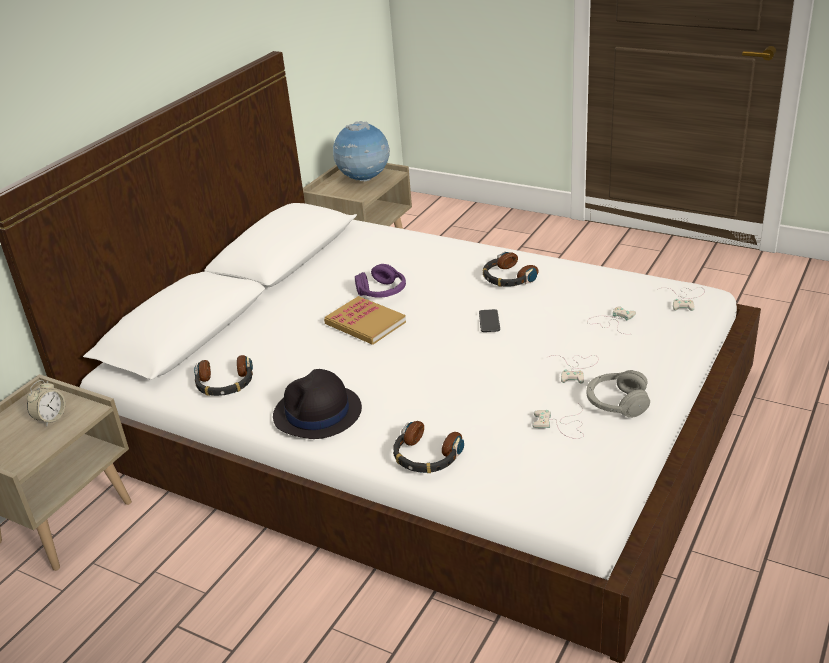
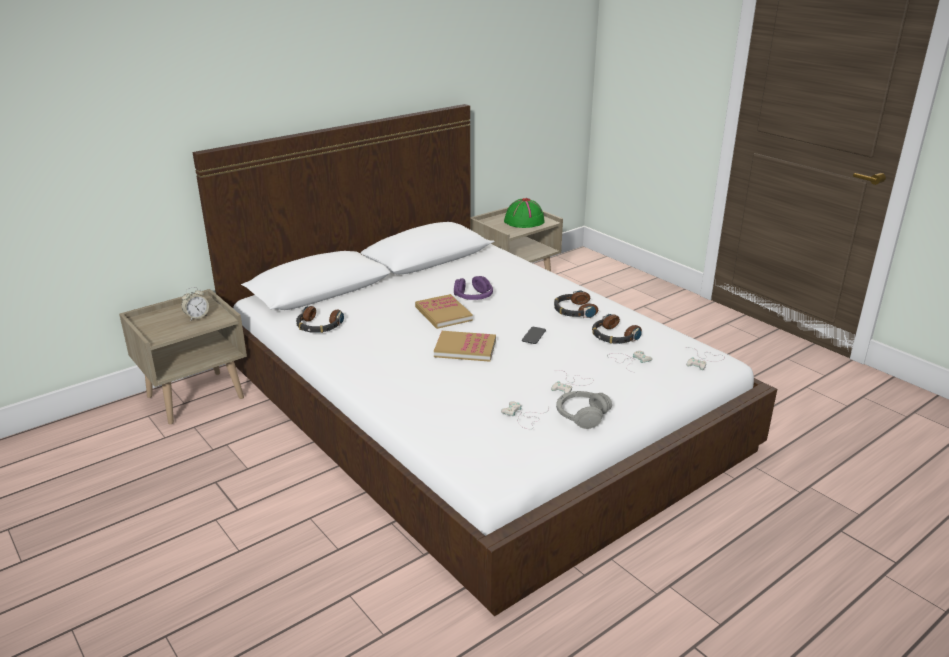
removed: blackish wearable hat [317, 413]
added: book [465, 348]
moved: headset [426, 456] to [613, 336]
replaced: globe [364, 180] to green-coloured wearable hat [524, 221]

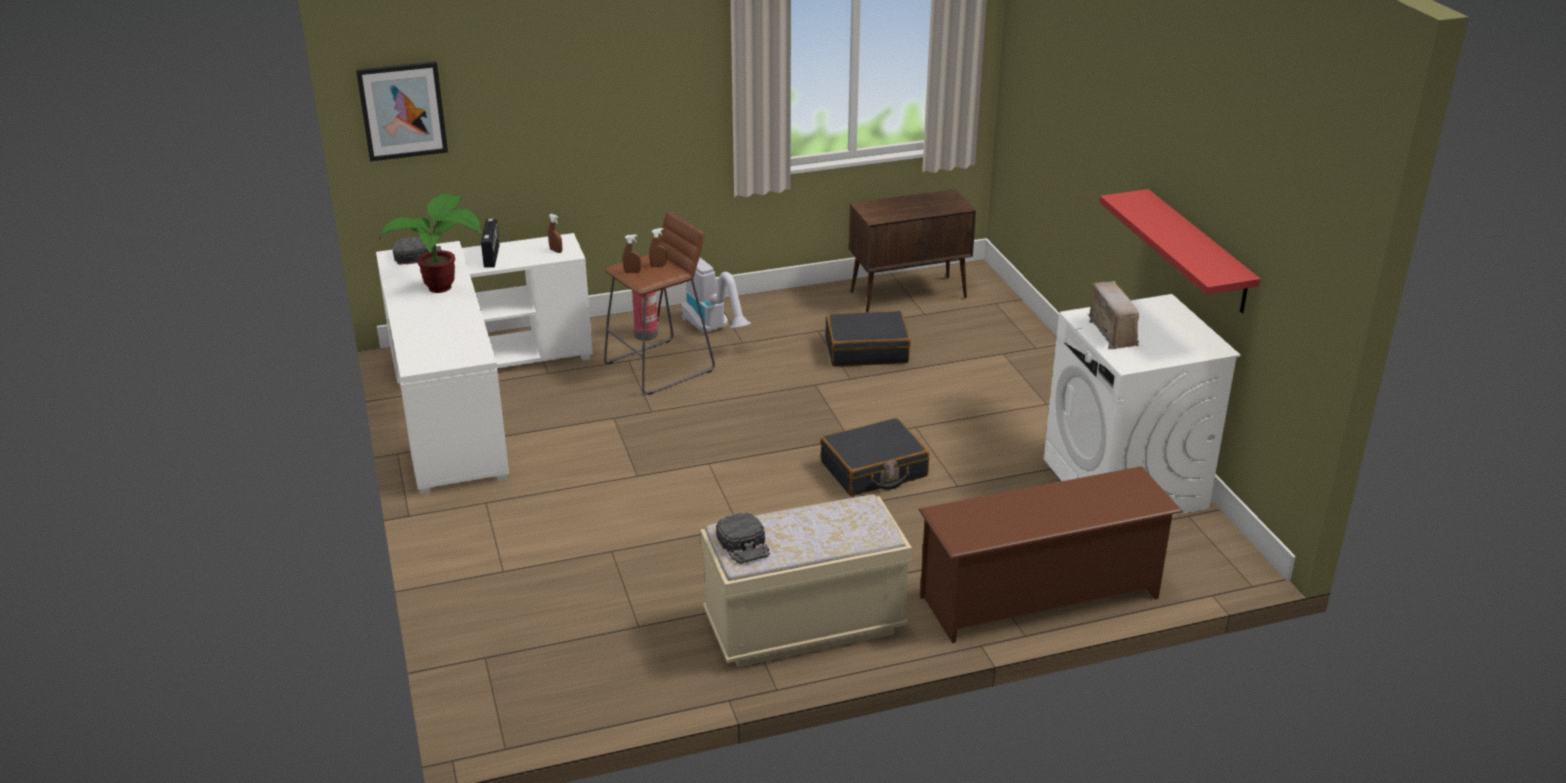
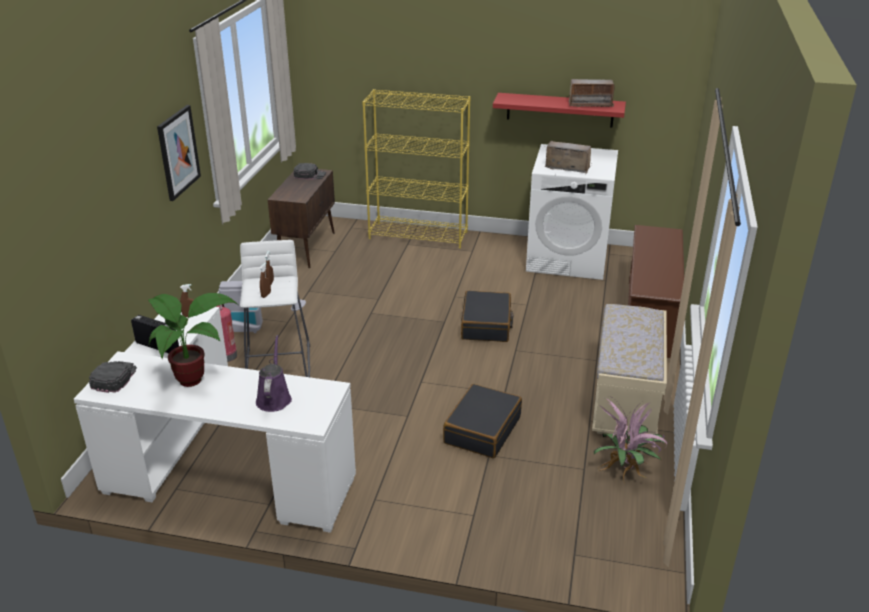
added: purplish sprinkling can [274, 398]; yellow bookcase [419, 235]; radio [590, 104]; potted plant [626, 470]
moved: wall picture [402, 110] to [178, 152]; blackish peaked cap [744, 543] to [310, 175]; blackish piece of luggage [866, 350] to [482, 430]
recoloured: brown-coloured sitting stool [660, 367] to whitish sitting stool [278, 363]

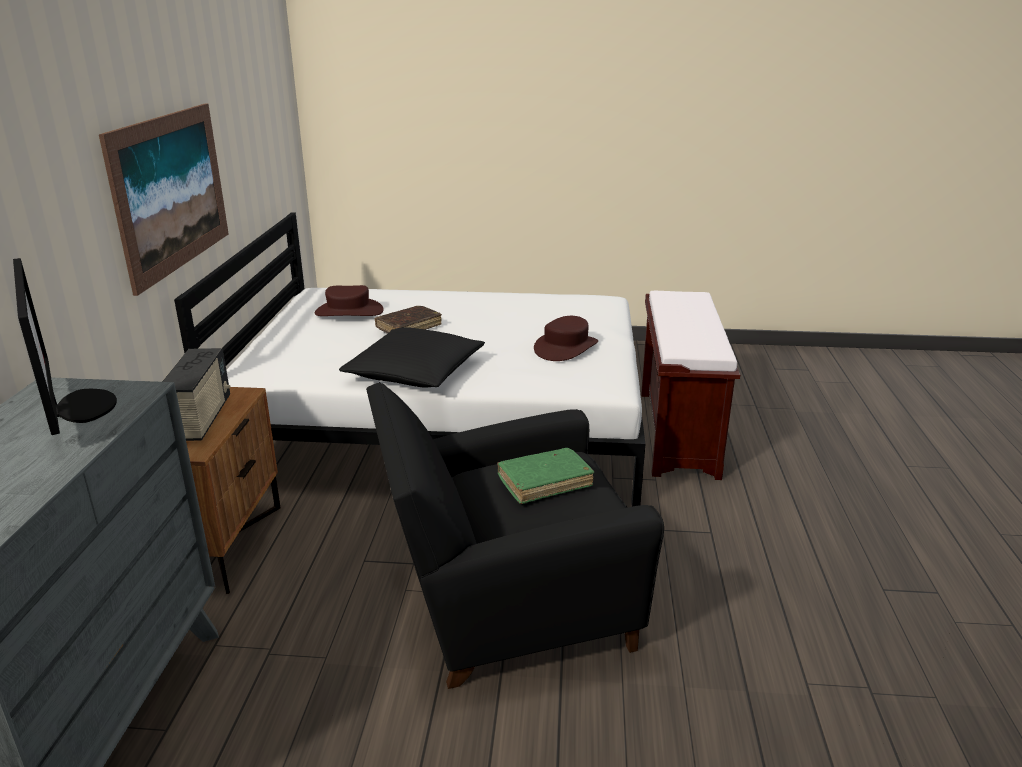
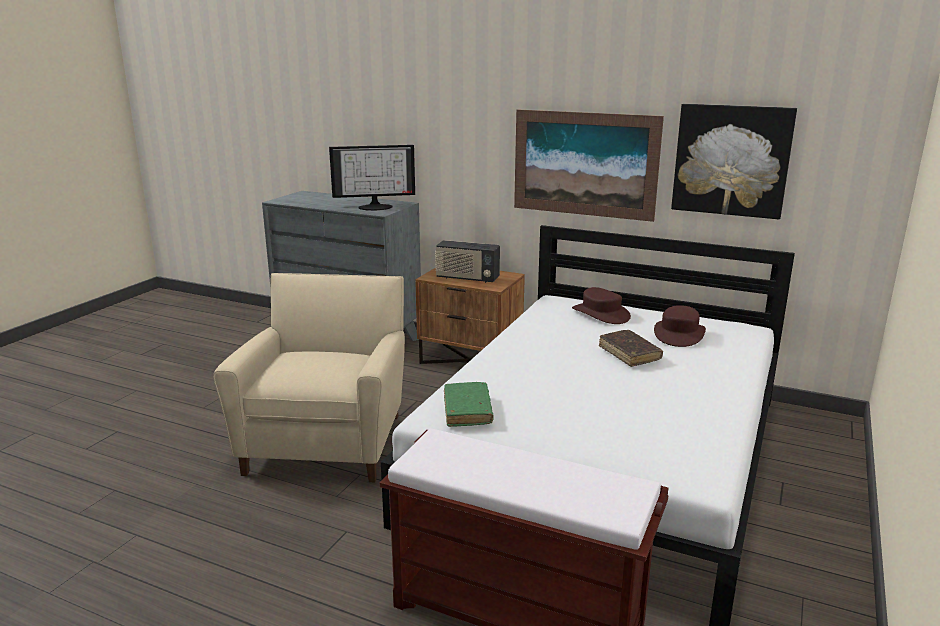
removed: blackish throw pillow [414, 372]
added: wall picture [731, 160]
moved: green-coloured book [545, 482] to [467, 411]; brown-coloured wearable hat [565, 347] to [601, 314]
recoloured: blackish easy chair [505, 607] to beige easy chair [328, 438]

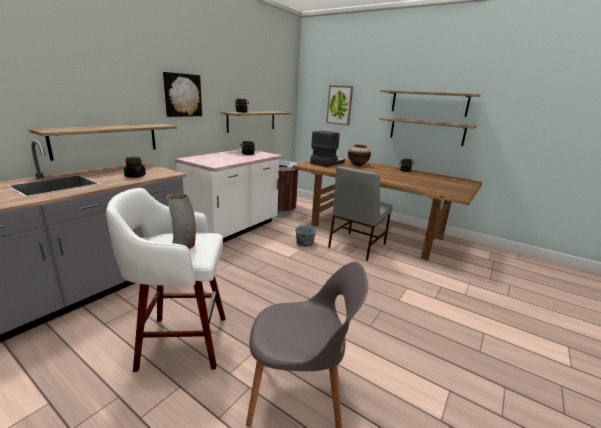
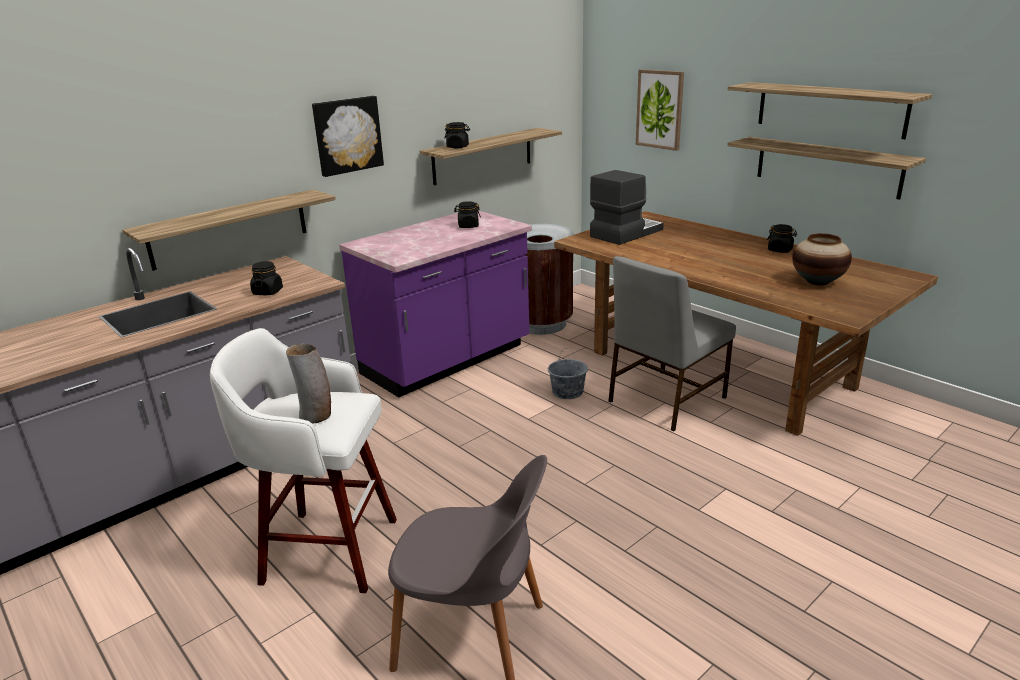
moved: decorative vase [357, 165] to [817, 281]
recoloured: whitish kitchen base unit [233, 229] to purplish kitchen base unit [447, 361]

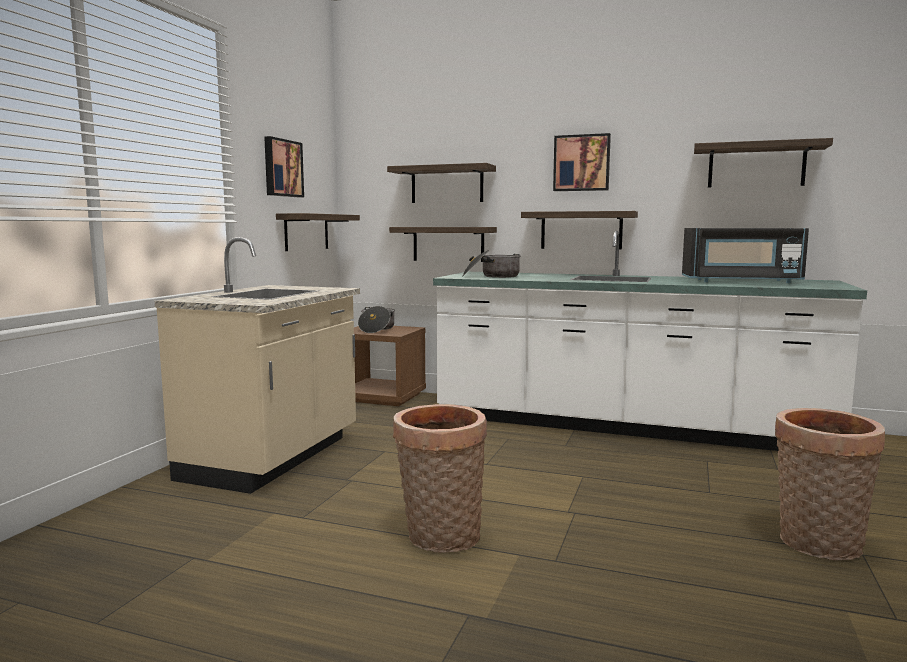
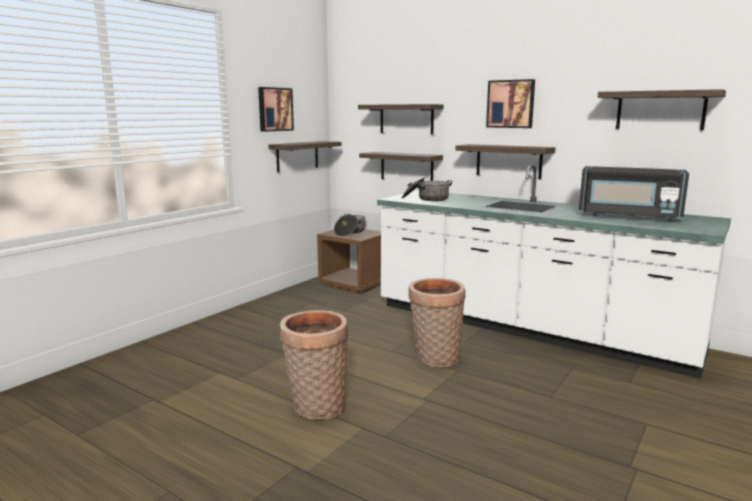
removed: beige kitchen base unit [274, 458]
moved: basket [817, 545] to [434, 359]

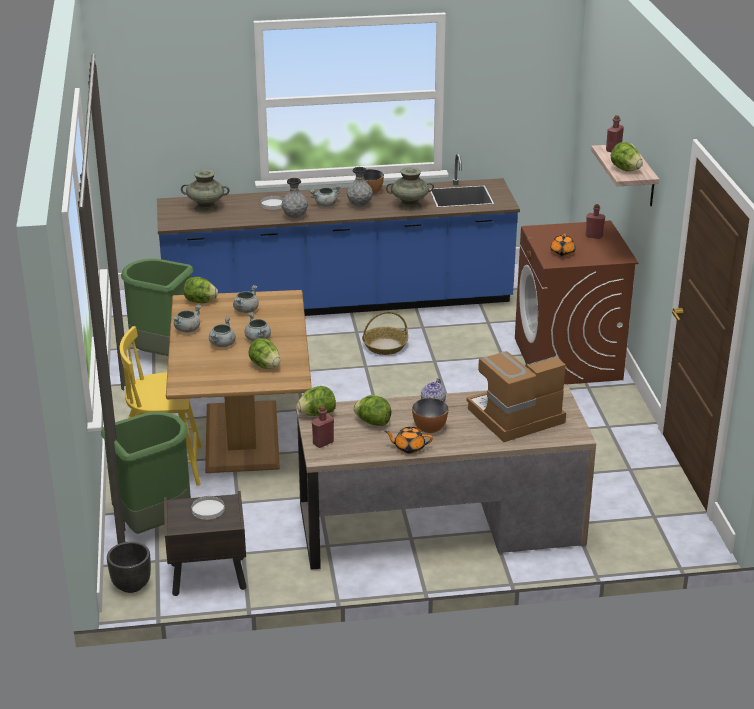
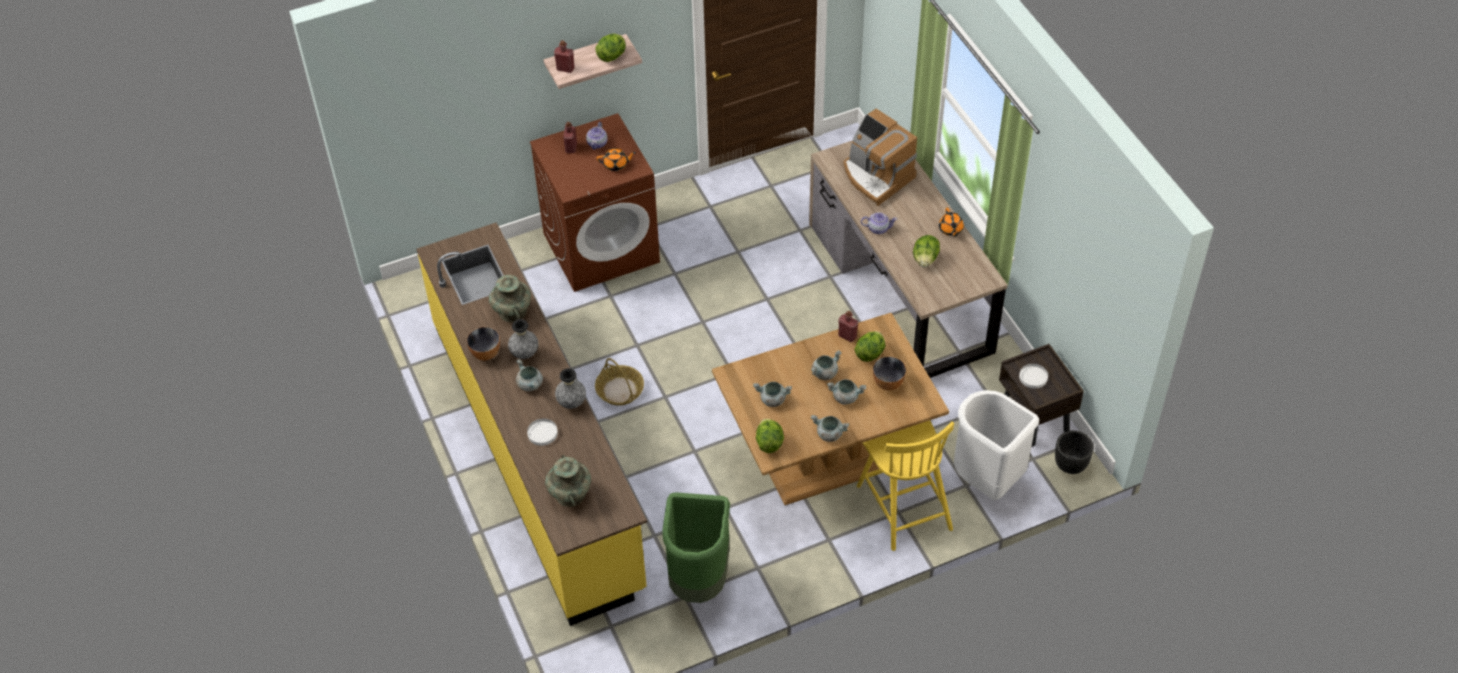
removed: lettuce [317, 414]
added: pot for tea [597, 143]
moved: red-coloured beverage bottle [323, 443] to [847, 336]; deep dish [429, 429] to [888, 383]
recoloured: green-coloured trash can [153, 523] to whitish trash can [986, 480]; bluish kitchen base unit [338, 303] to yellow kitchen base unit [537, 453]

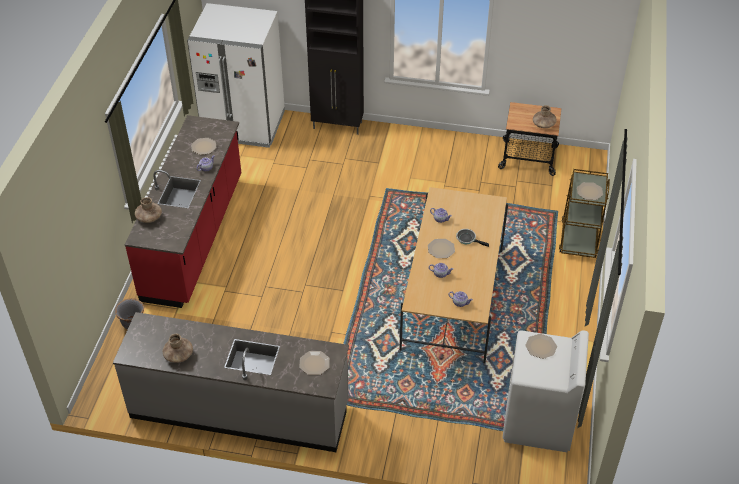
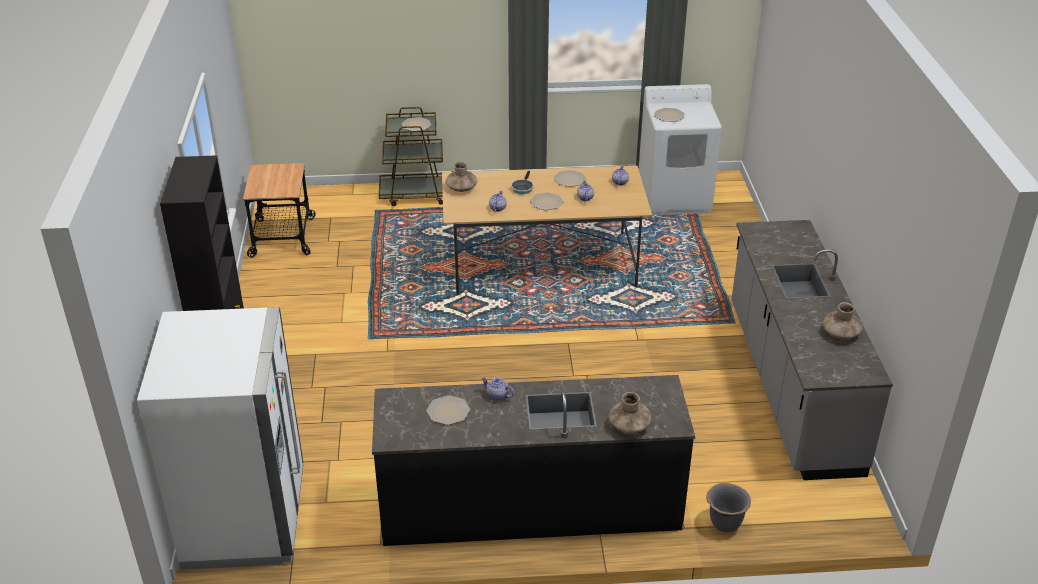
moved: dinner plate [314, 363] to [570, 179]; brown-coloured decorative vase [543, 124] to [461, 188]
recoloured: red-coloured kitchen base unit [194, 237] to blackish kitchen base unit [530, 506]

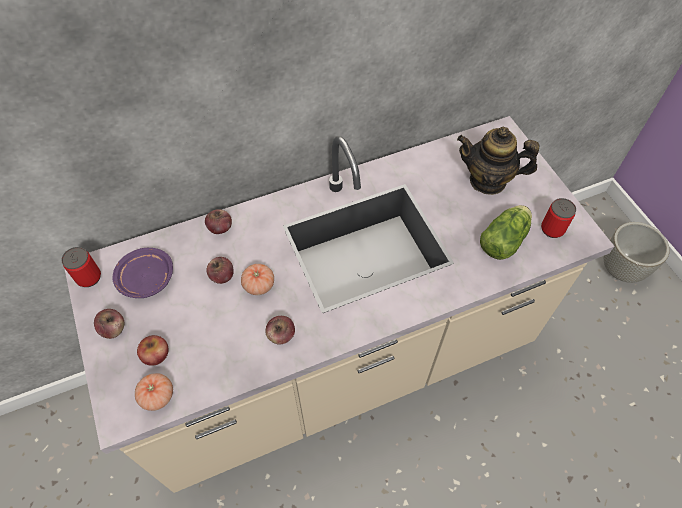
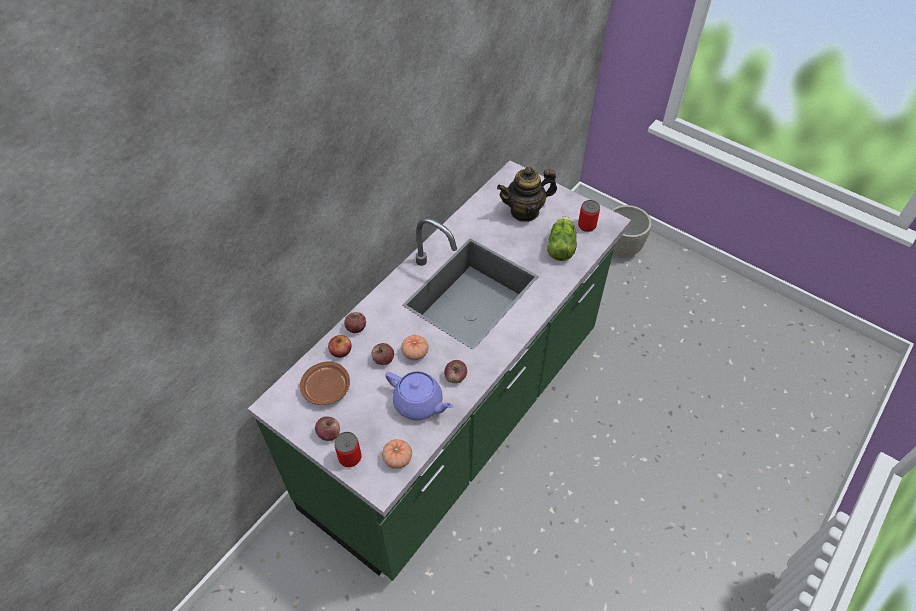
added: purplish pot for tea [419, 403]
moved: sealed can [89, 277] to [350, 457]; apple fruit [155, 354] to [341, 350]
recoloured: beige kitchen base unit [341, 363] to green-coloured kitchen base unit [458, 419]; purplish dinner plate [145, 278] to brown-coloured dinner plate [326, 389]

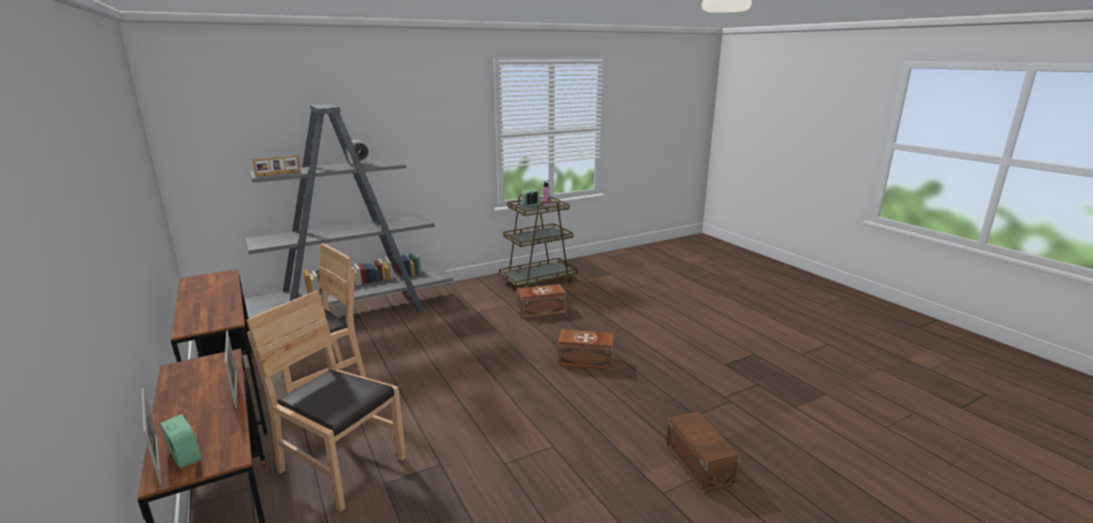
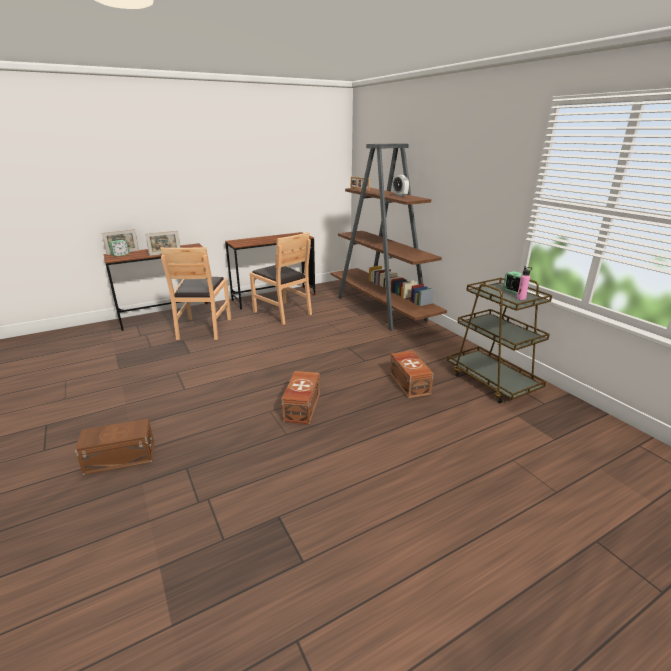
recoloured: gray bookcase [354, 314] to brown-coloured bookcase [381, 309]
turned: brown-coloured chair [341, 466] = [203, 328] 150 degrees clockwise

